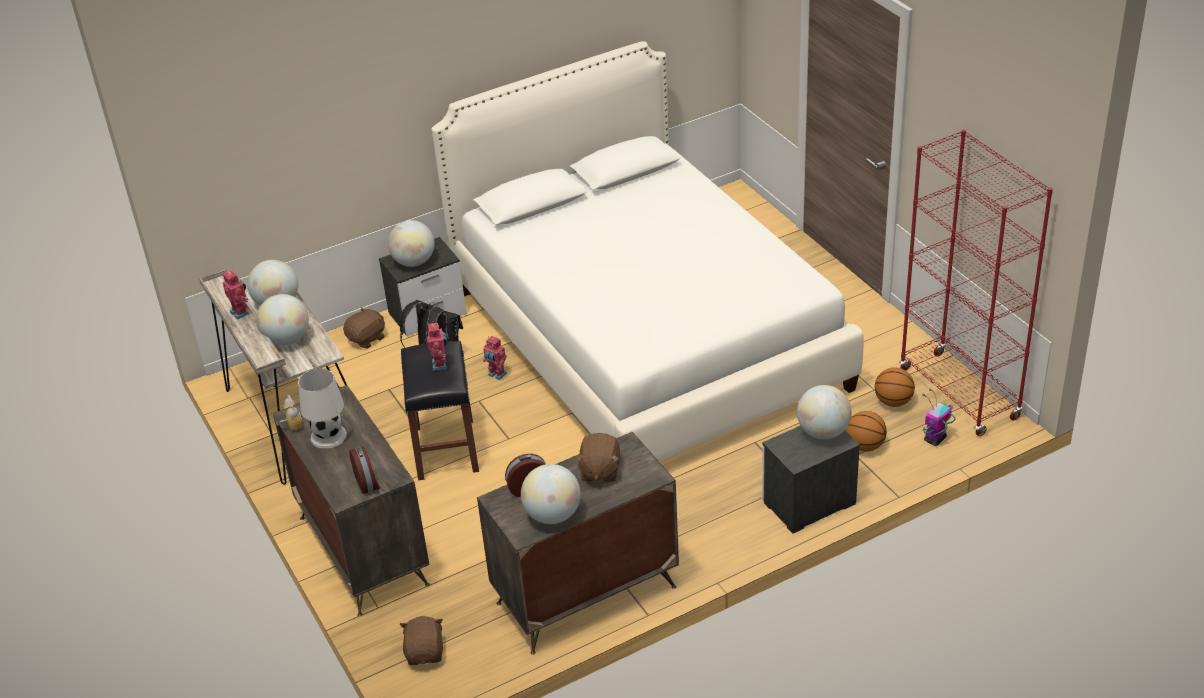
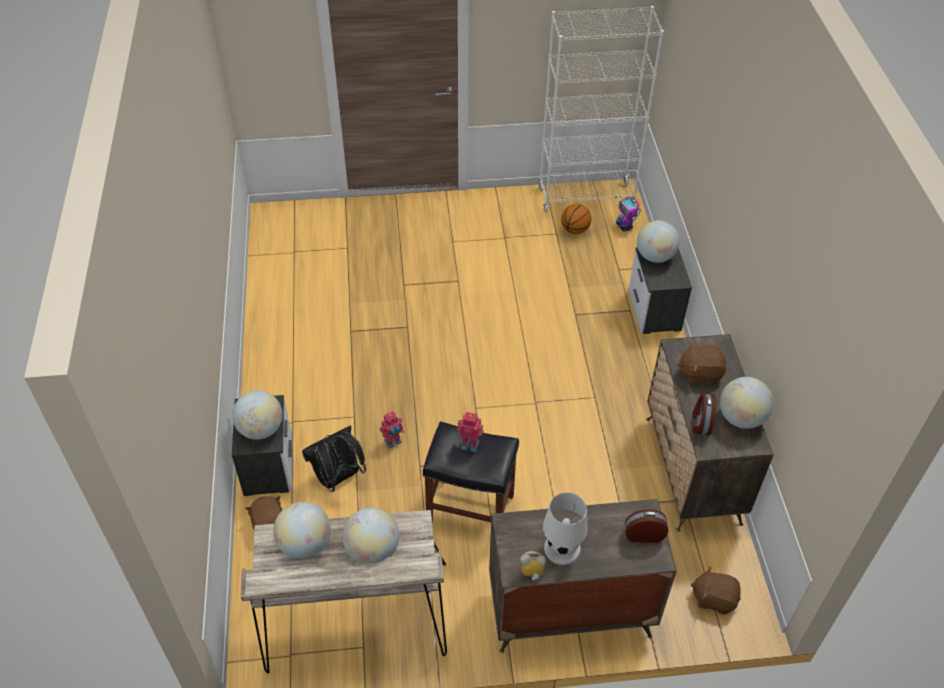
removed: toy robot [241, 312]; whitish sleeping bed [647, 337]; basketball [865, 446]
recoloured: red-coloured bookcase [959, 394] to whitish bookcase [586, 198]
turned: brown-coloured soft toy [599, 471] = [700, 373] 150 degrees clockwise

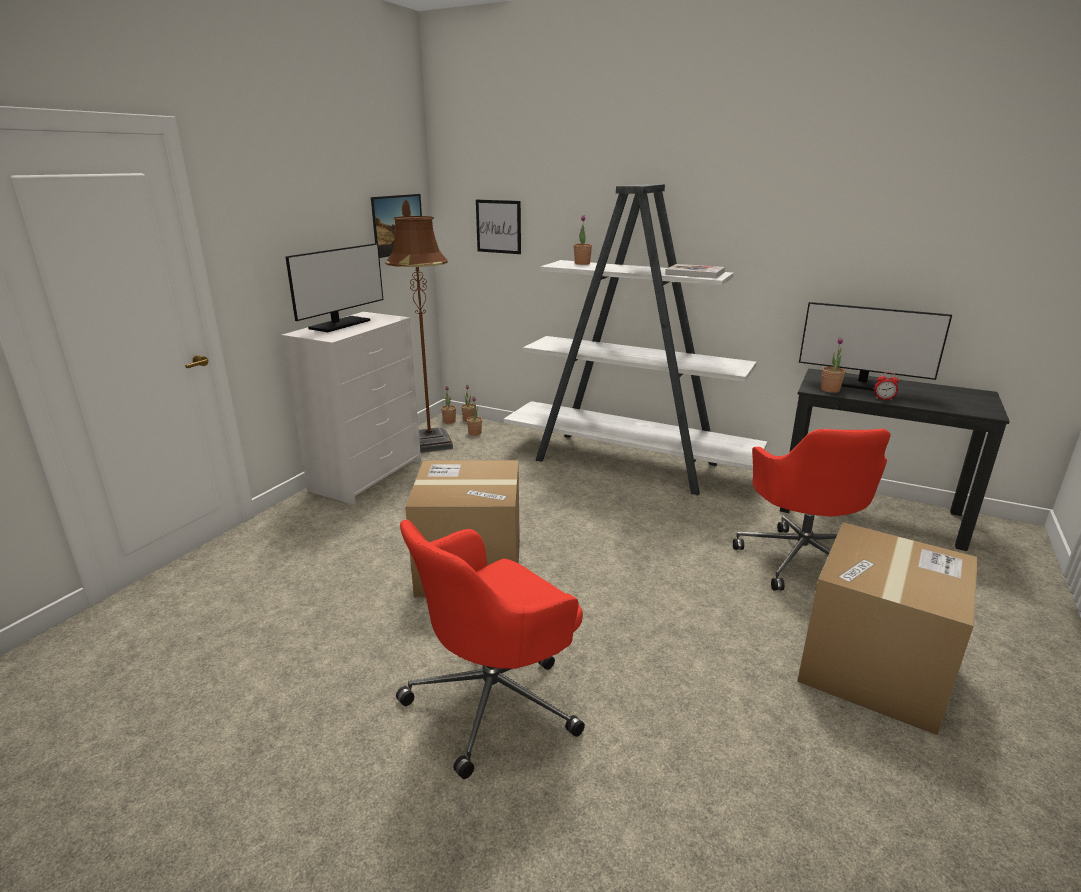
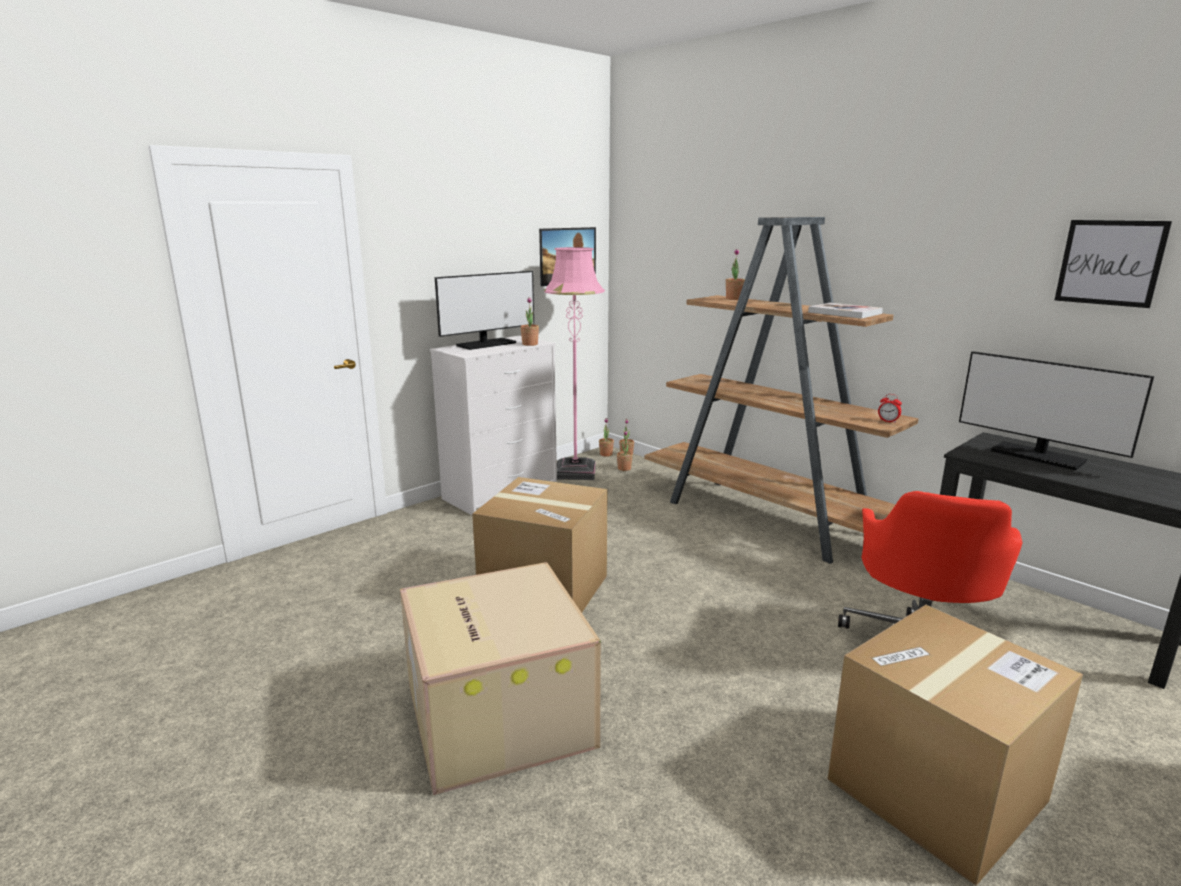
moved: wall picture [498, 226] to [1110, 263]; potted plant [830, 390] to [530, 344]; bedside clock [883, 399] to [888, 421]
replaced: red-coloured desk chair [495, 700] to packing box [495, 714]
recoloured: brown-coloured standard lamp [430, 443] to pink standard lamp [575, 472]; whitish bookcase [628, 463] to brown-coloured bookcase [769, 519]

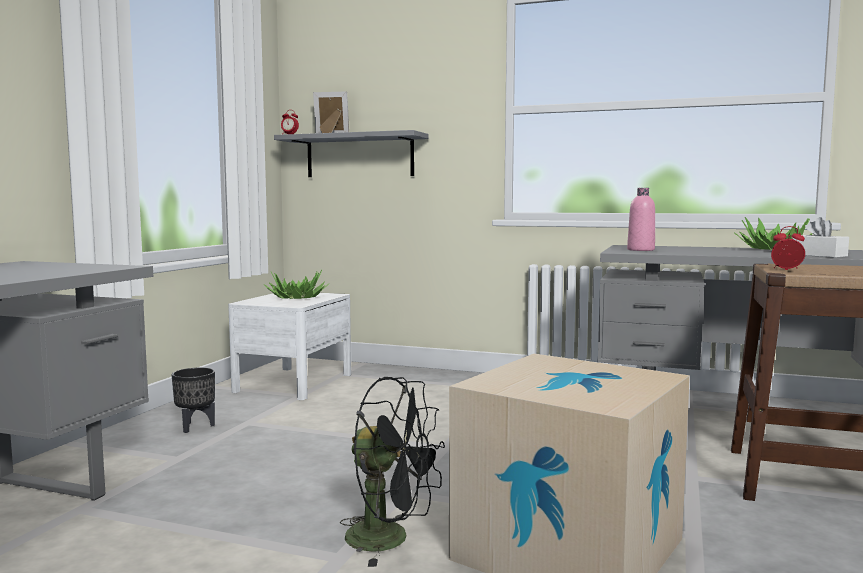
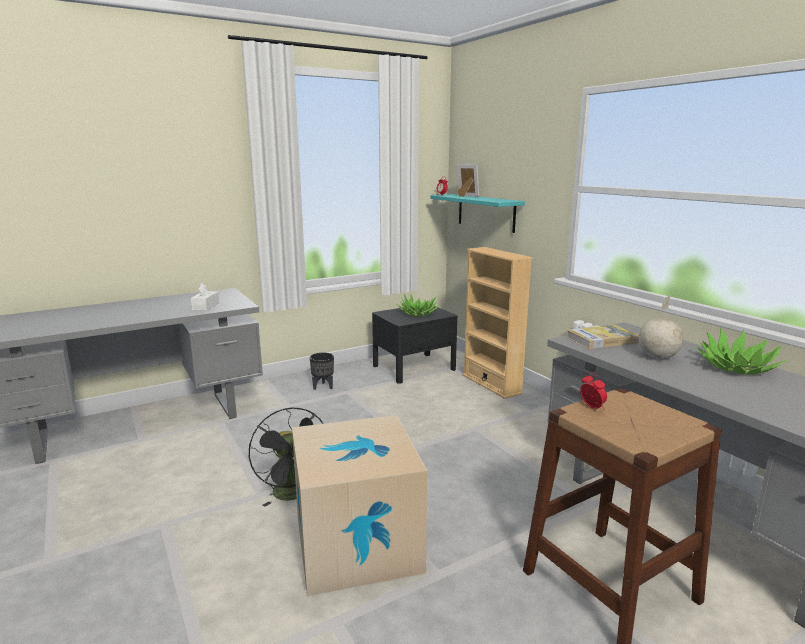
added: beige bookcase [491, 384]; globe [657, 357]
moved: whitish tissue holder [818, 255] to [205, 306]
replaced: pink beverage bottle [640, 250] to book [601, 340]
recoloured: whitish bedside table [294, 383] to blackish bedside table [414, 368]; gray bracket shelf [359, 156] to turquoise bracket shelf [486, 212]

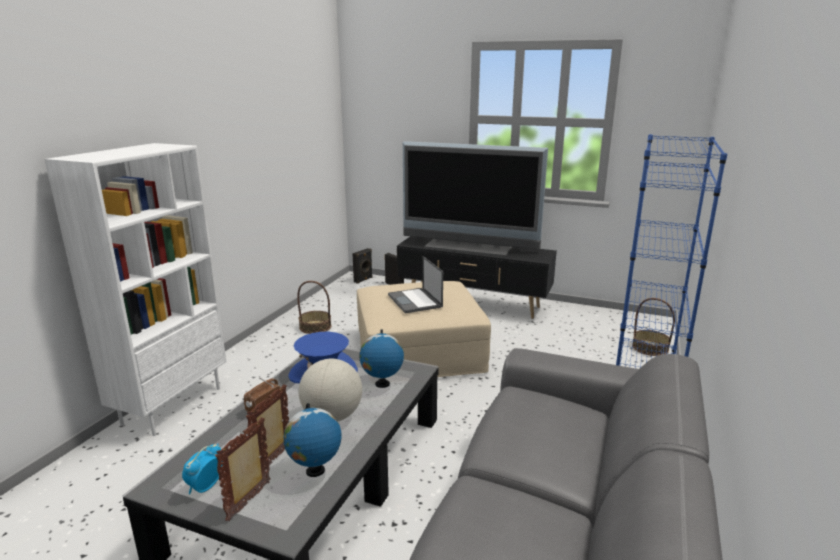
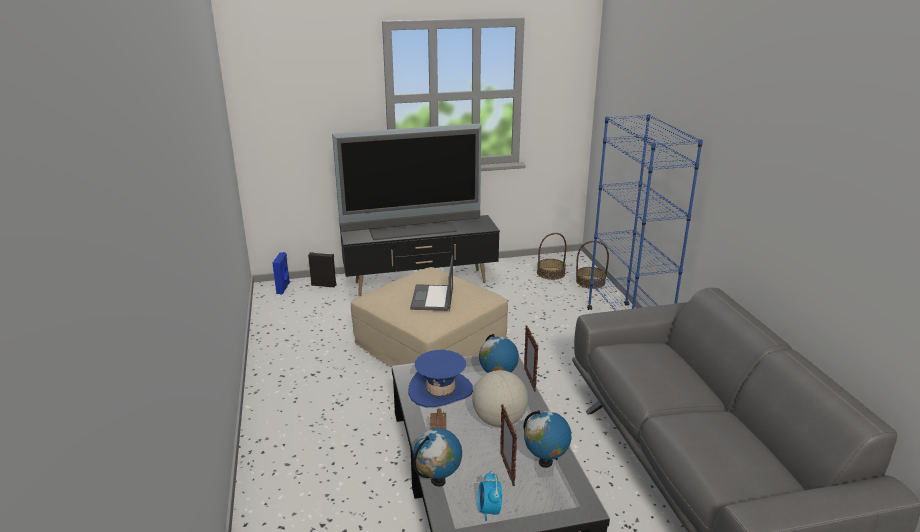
removed: whitish bookcase [172, 405]
added: globe [438, 481]
moved: photo frame [250, 501] to [529, 380]; basket [315, 327] to [551, 273]
recoloured: blackish speaker [363, 280] to bluish speaker [284, 288]
turned: notebook computer [415, 301] = [432, 298] 60 degrees clockwise

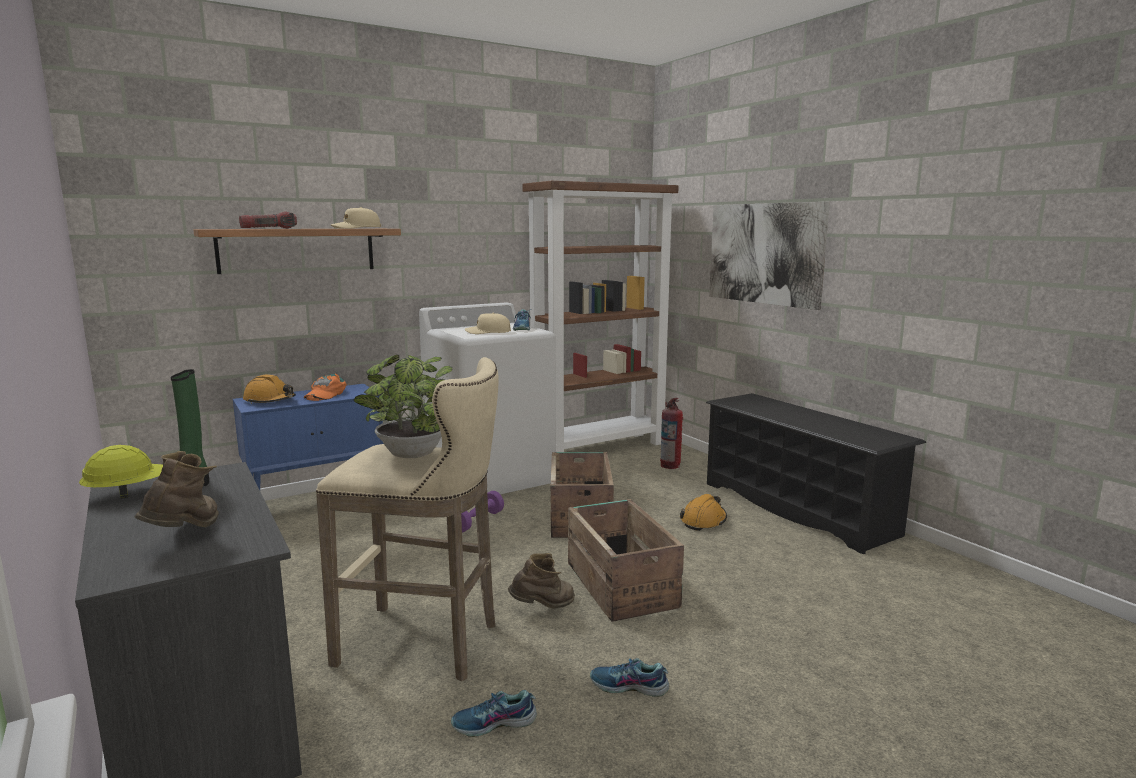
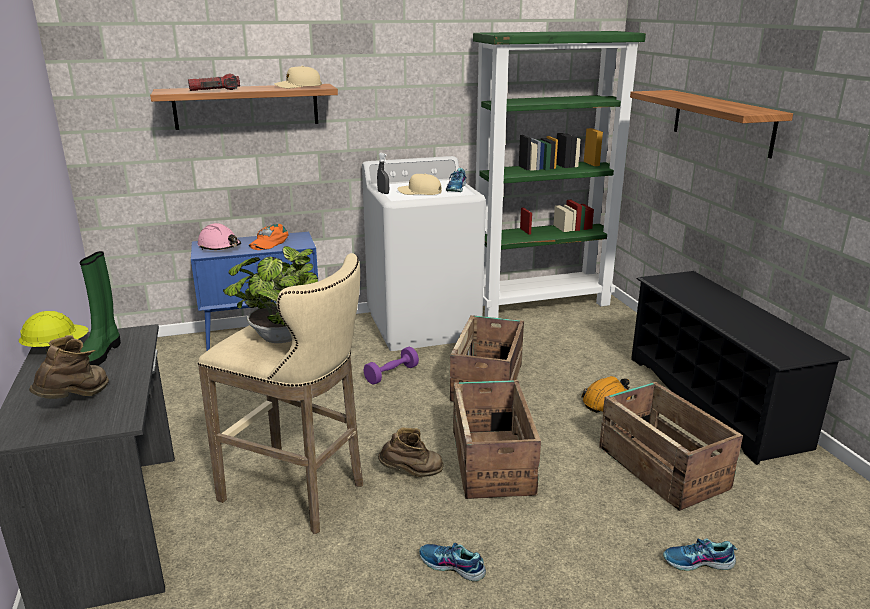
removed: extinguisher [670, 465]
added: gray hand sprayer [383, 193]; shipping crate [661, 467]
moved: low shoe [494, 724] to [698, 563]
replaced: wall picture [764, 253] to bracket shelf [722, 122]
recoloured: orangey hard hat [270, 401] to pink hard hat [220, 247]; brown-coloured bookcase [599, 448] to green-coloured bookcase [541, 303]

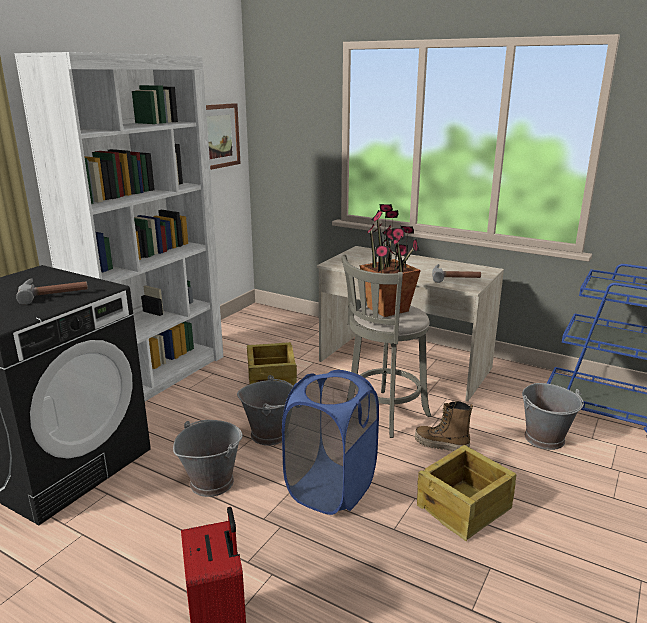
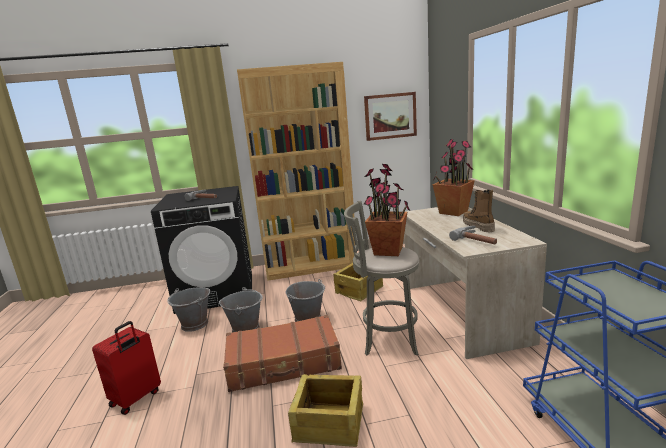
added: potted plant [453, 212]
moved: tall boot [441, 446] to [478, 226]; gray pail [545, 438] to [194, 324]
replaced: bluish laundry basket [331, 488] to brown-coloured piece of luggage [284, 363]
recoloured: whitish bookcase [155, 376] to brown-coloured bookcase [311, 266]

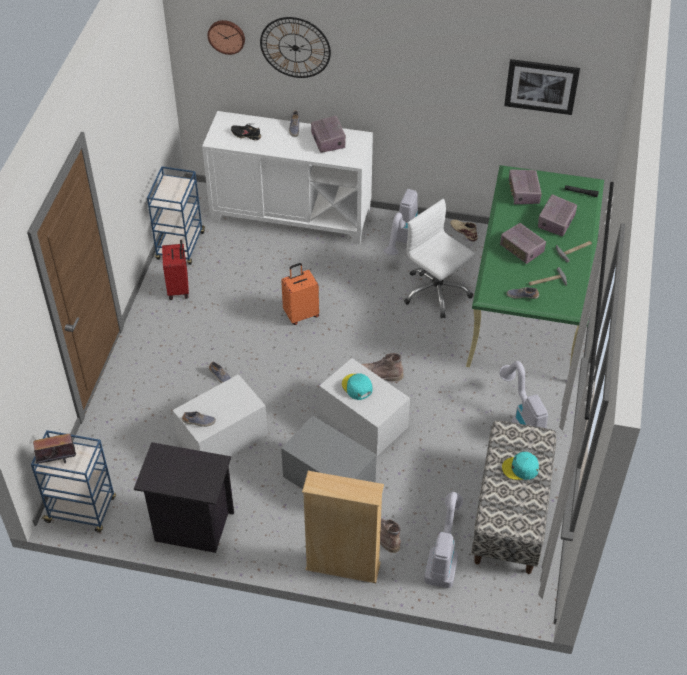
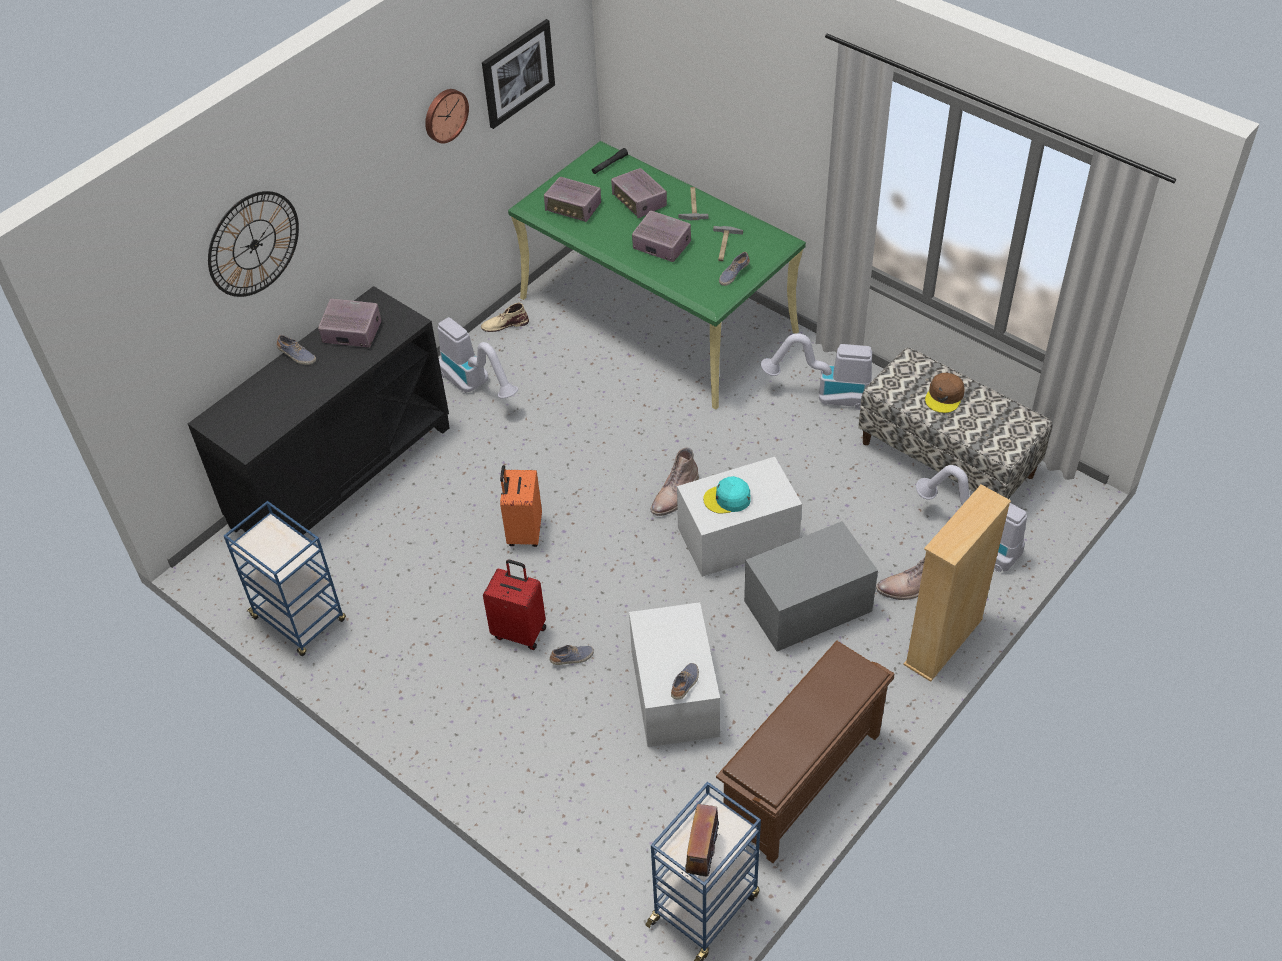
removed: blackish low shoe [246, 135]; whitish desk chair [436, 292]
moved: red-coloured piece of luggage [179, 289] to [520, 631]; clock on the wall [226, 36] to [444, 115]
replaced: blackish bedside table [191, 526] to brown-coloured shoe shelf [802, 782]
recoloured: whitish cabinet [291, 215] to blackish cabinet [341, 476]; turquoise peaked cap [520, 468] to brown-coloured peaked cap [944, 396]
turned: radio [522, 249] = [661, 245] 135 degrees counterclockwise

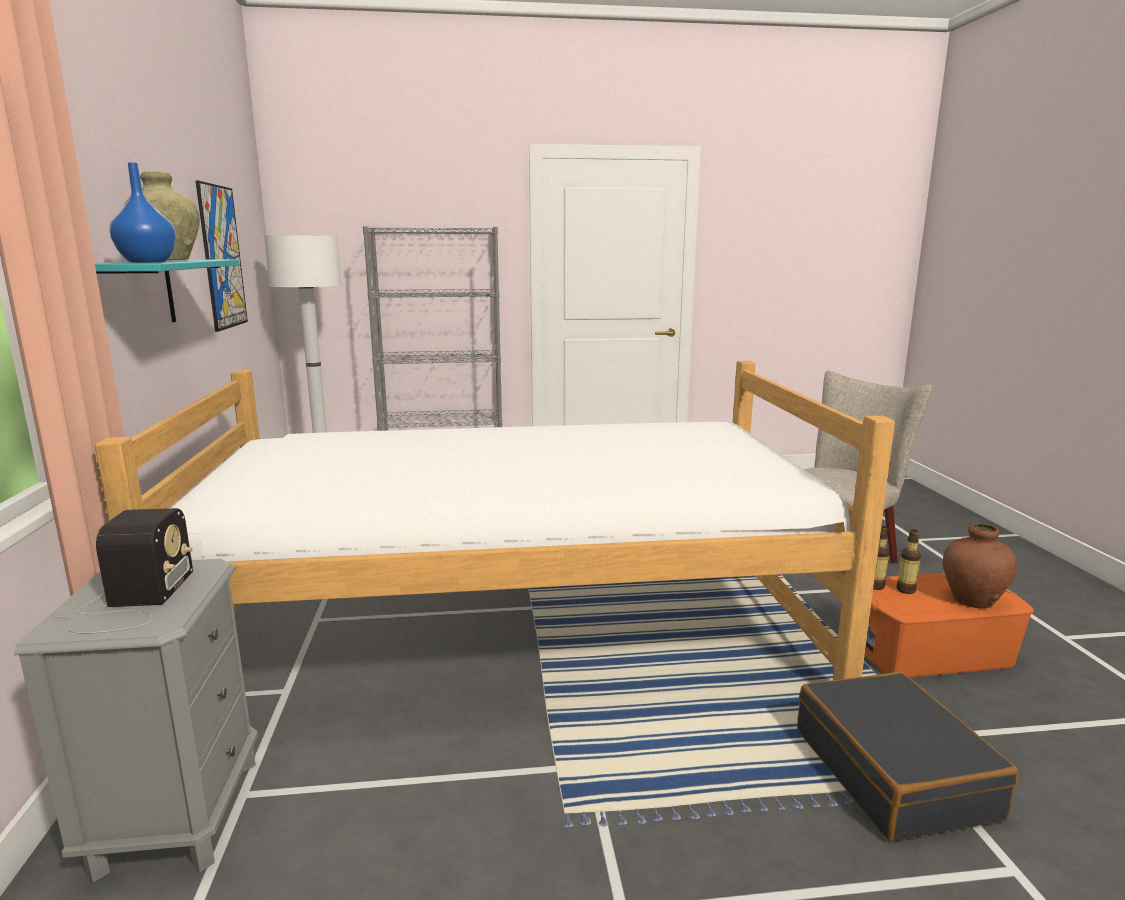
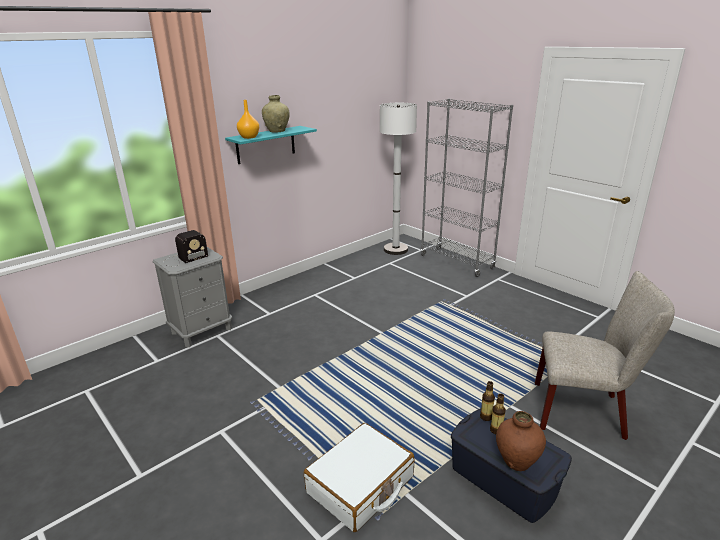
removed: sleeping bed [513, 633]; wall picture [222, 257]
recoloured: bluish decorative vase [146, 262] to orangey decorative vase [249, 137]; blackish piece of luggage [894, 773] to whitish piece of luggage [360, 485]; orangey storage box [931, 652] to bluish storage box [504, 479]

